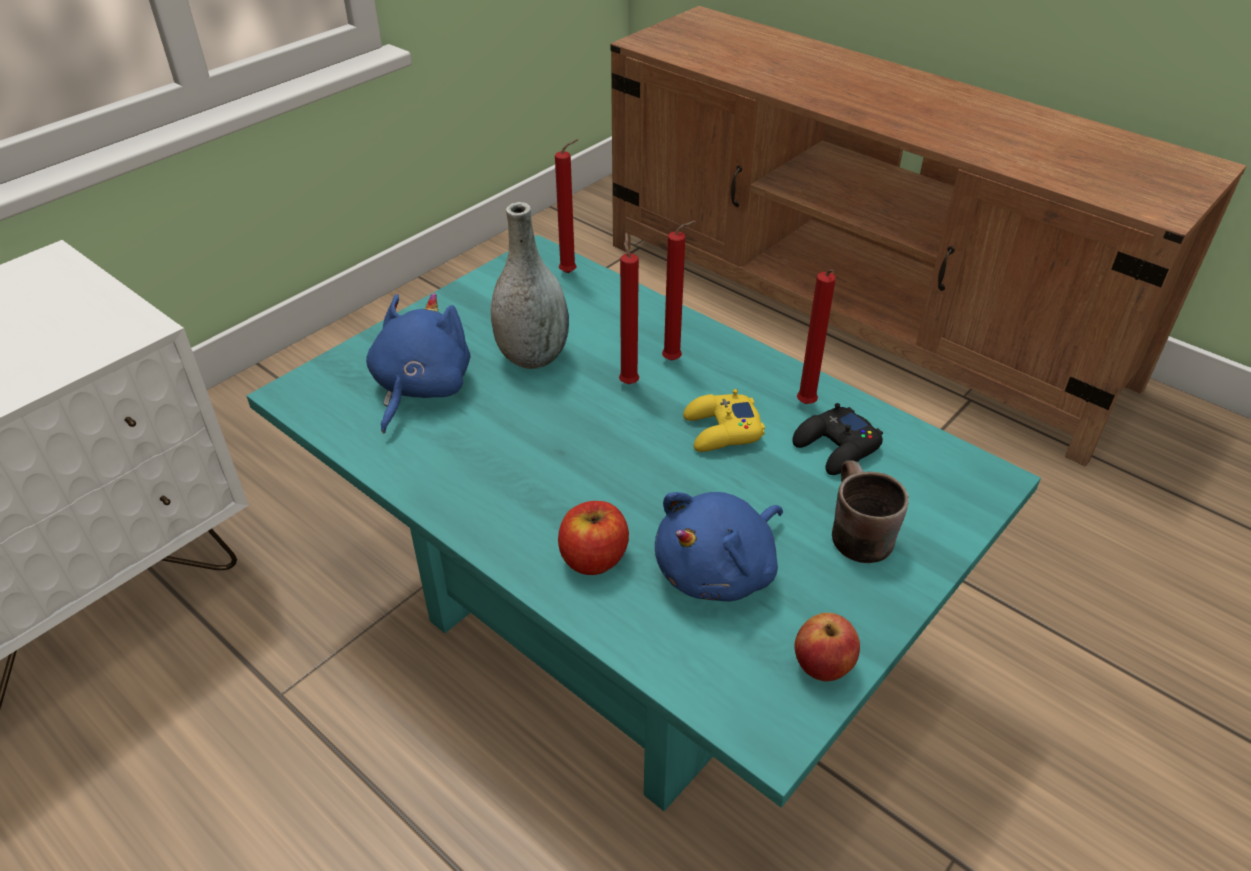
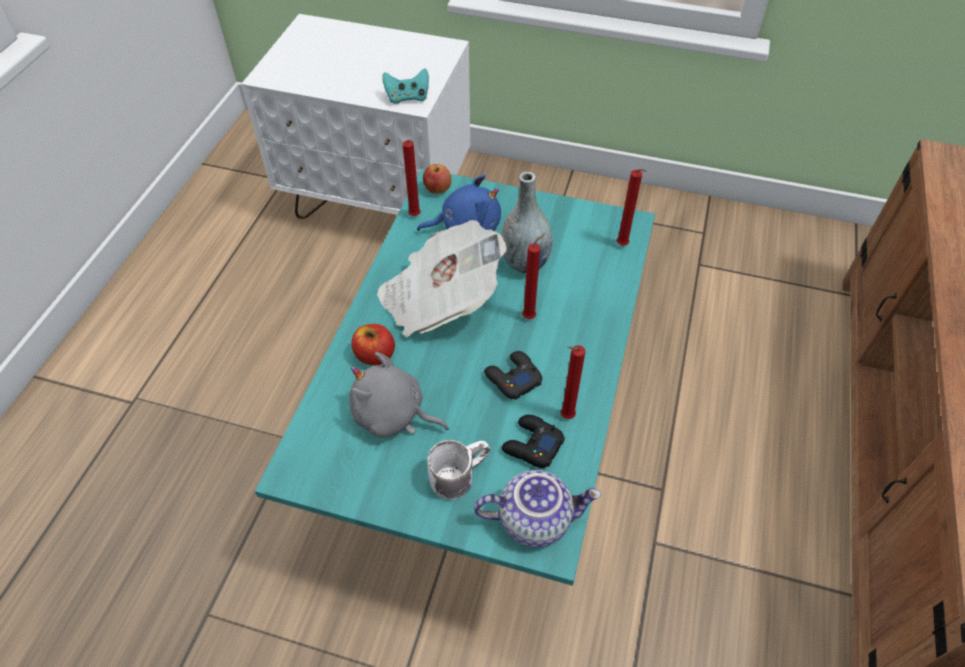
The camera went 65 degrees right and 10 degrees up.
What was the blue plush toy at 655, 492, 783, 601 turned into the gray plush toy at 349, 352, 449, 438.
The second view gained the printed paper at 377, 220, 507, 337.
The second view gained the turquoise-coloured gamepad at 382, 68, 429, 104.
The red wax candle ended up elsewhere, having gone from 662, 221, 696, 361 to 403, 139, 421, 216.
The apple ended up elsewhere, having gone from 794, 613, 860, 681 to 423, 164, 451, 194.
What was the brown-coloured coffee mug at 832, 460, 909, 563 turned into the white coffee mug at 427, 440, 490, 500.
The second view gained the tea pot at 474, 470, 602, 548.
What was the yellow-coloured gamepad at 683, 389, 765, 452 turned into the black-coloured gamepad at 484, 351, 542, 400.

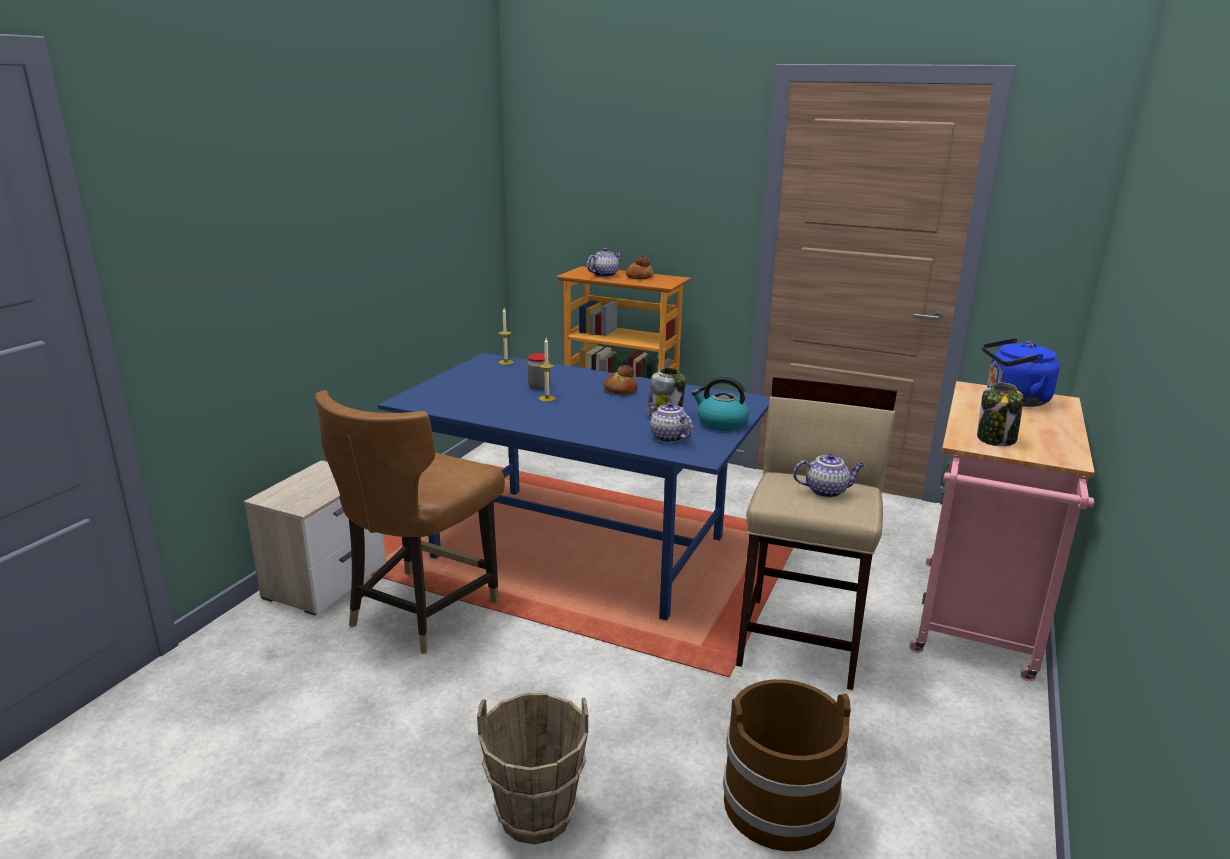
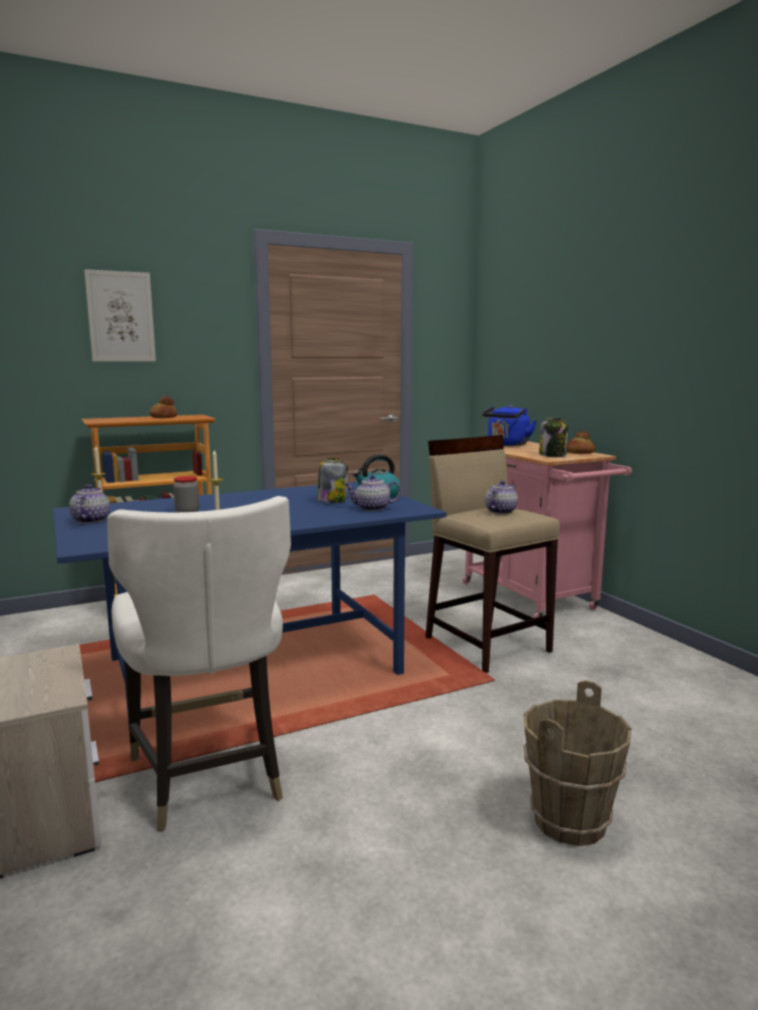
The camera went 50 degrees left and 10 degrees down.
The tea pot ended up elsewhere, having gone from 587, 248, 622, 277 to 69, 484, 110, 523.
The second view gained the wall picture at 84, 269, 156, 362.
What was the brown-coloured plain chair at 315, 390, 505, 654 turned into the white plain chair at 107, 496, 291, 831.
The baked bread ended up elsewhere, having gone from 604, 365, 638, 395 to 567, 431, 595, 454.
The second view lost the brown-coloured bucket at 723, 679, 851, 851.

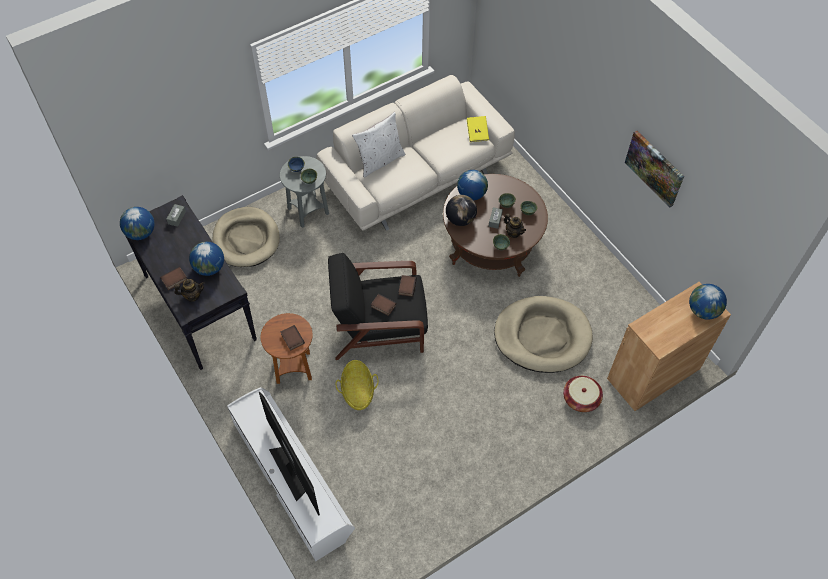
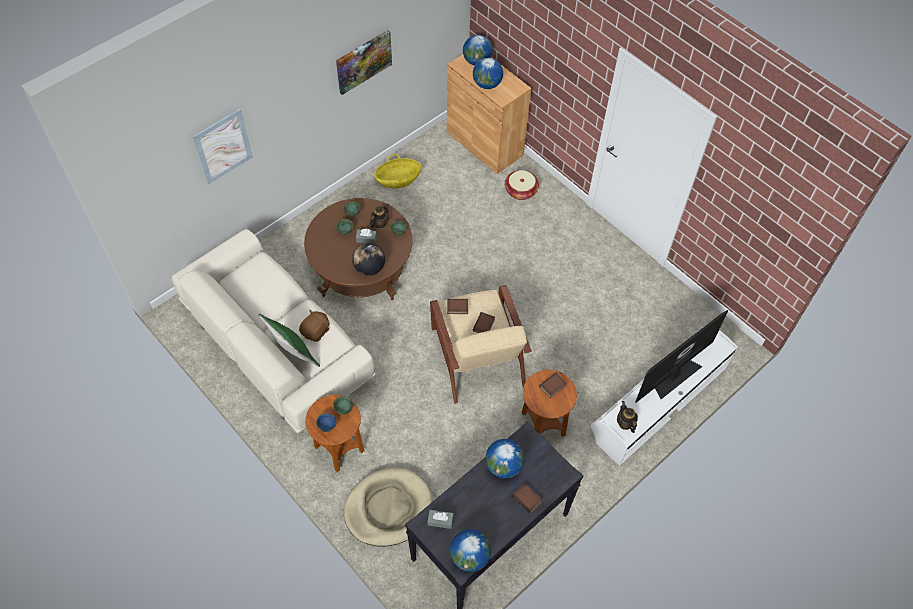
The camera went 100 degrees left and 0 degrees up.
The second view gained the wall picture at 193, 109, 253, 184.
What was the white throw pillow at 352, 112, 406, 178 turned into the greenish throw pillow at 258, 314, 320, 367.
The second view gained the brown-coloured plush toy at 299, 310, 330, 342.
What was the gray accent table at 280, 156, 329, 228 turned into the brown-coloured accent table at 305, 395, 365, 472.
The basket ended up elsewhere, having gone from 336, 360, 378, 410 to 374, 154, 421, 189.
What was the black-coloured lounge chair at 328, 253, 428, 360 turned into the beige lounge chair at 430, 285, 532, 404.
The globe ended up elsewhere, having gone from 457, 170, 488, 200 to 473, 58, 503, 89.
The tea pot ended up elsewhere, having gone from 175, 279, 205, 302 to 617, 401, 638, 433.
The second view lost the yellow-coloured bound book at 466, 116, 489, 142.
The second view lost the beige dog cushion at 494, 296, 593, 373.

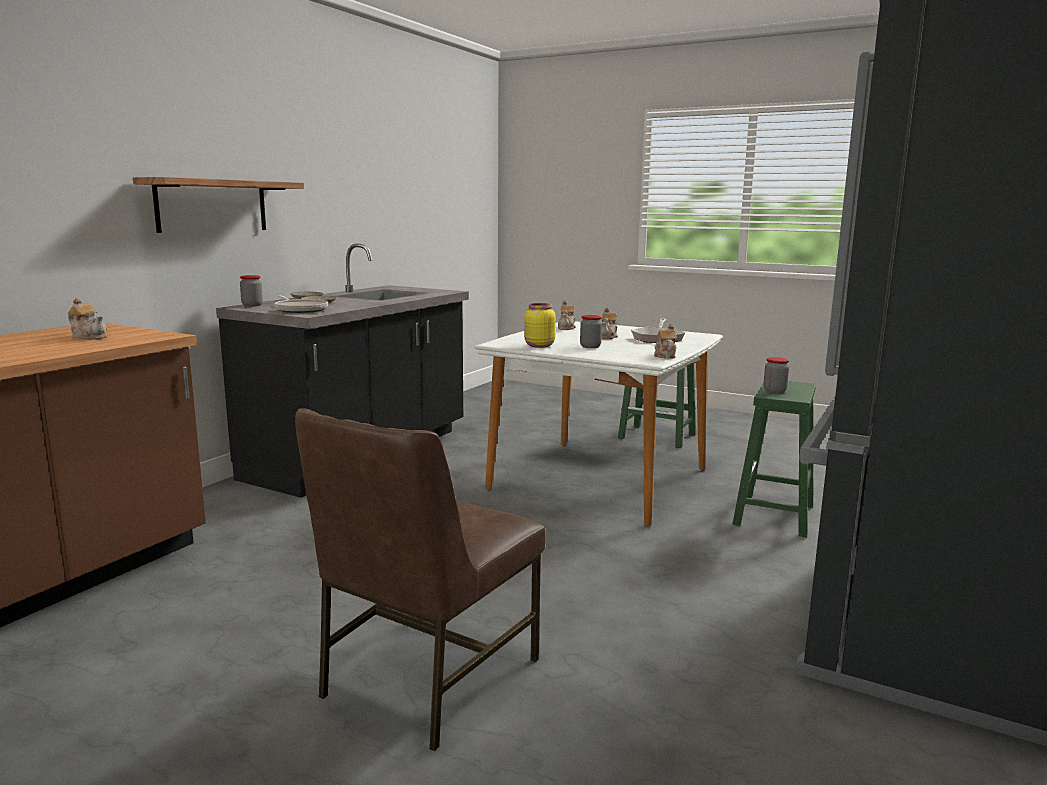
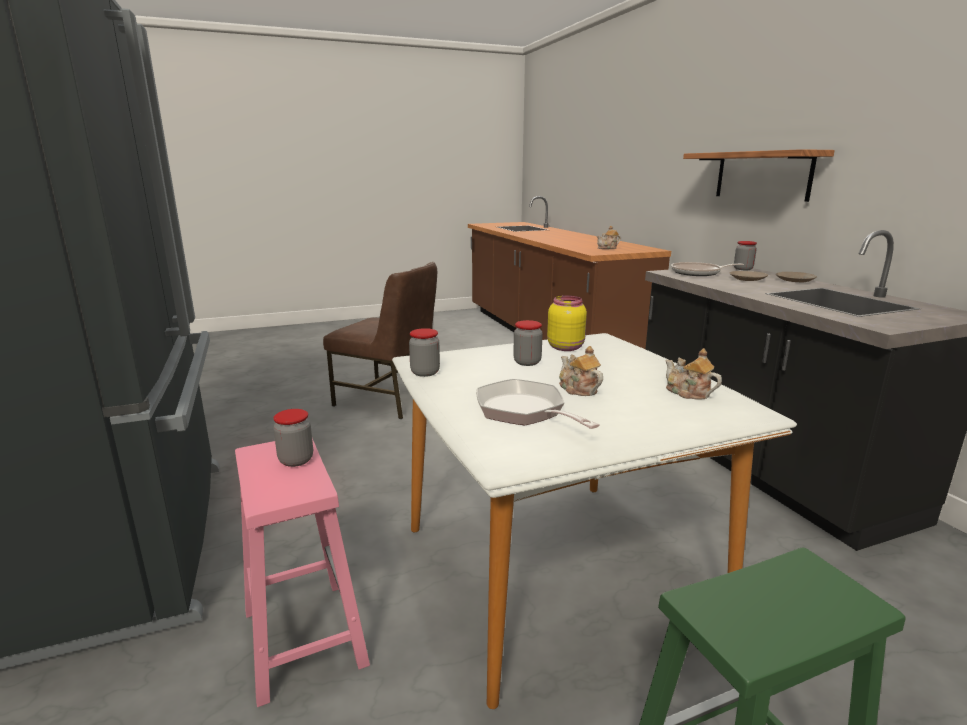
The camera went 130 degrees right and 5 degrees up.
What was the greenish stool at 732, 381, 816, 537 turned into the pink stool at 235, 438, 370, 707.
The brown-coloured plain chair at 295, 408, 546, 751 ended up facing another way, 135 degrees clockwise from before.
Where the tea pot stood at 654, 324, 677, 359, the storage jar came to stand at 409, 328, 440, 377.

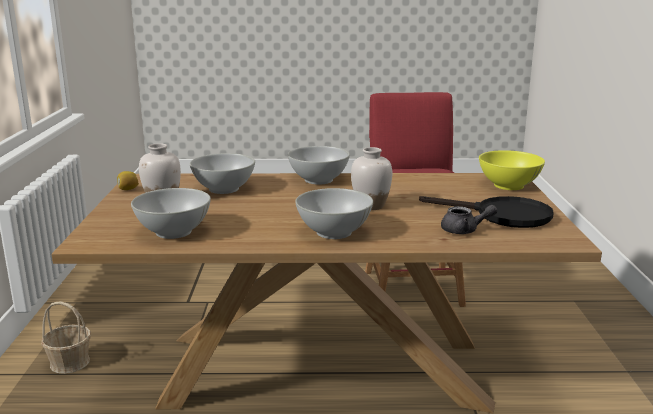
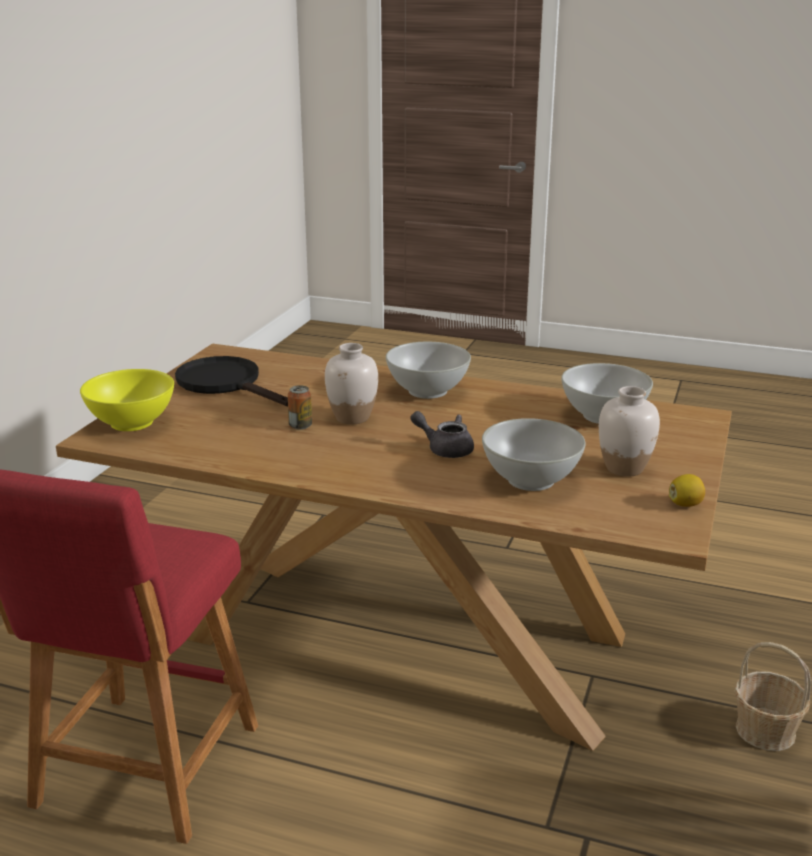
The camera went 160 degrees left and 5 degrees up.
The second view gained the sealed can at 288, 385, 312, 430.
The gray tea pot ended up elsewhere, having gone from 441, 205, 498, 234 to 410, 411, 474, 458.
The second view lost the white serving bowl at 288, 146, 350, 185.

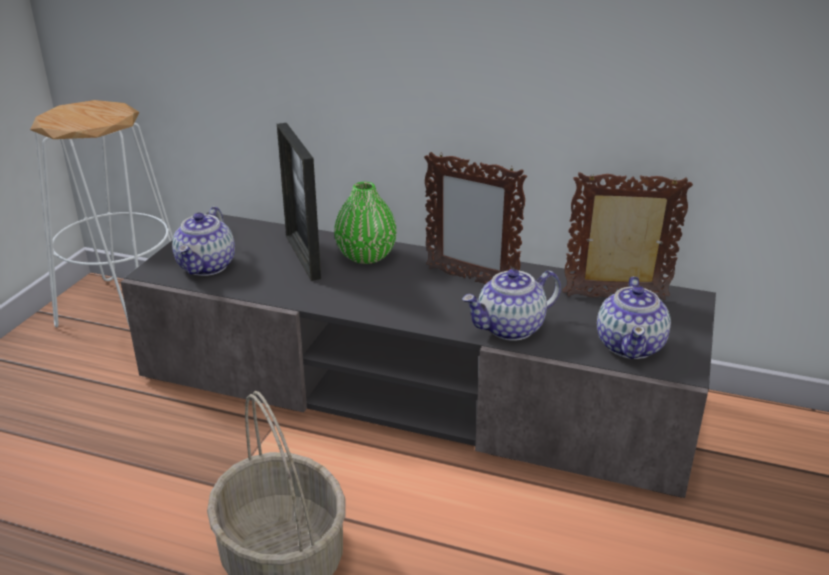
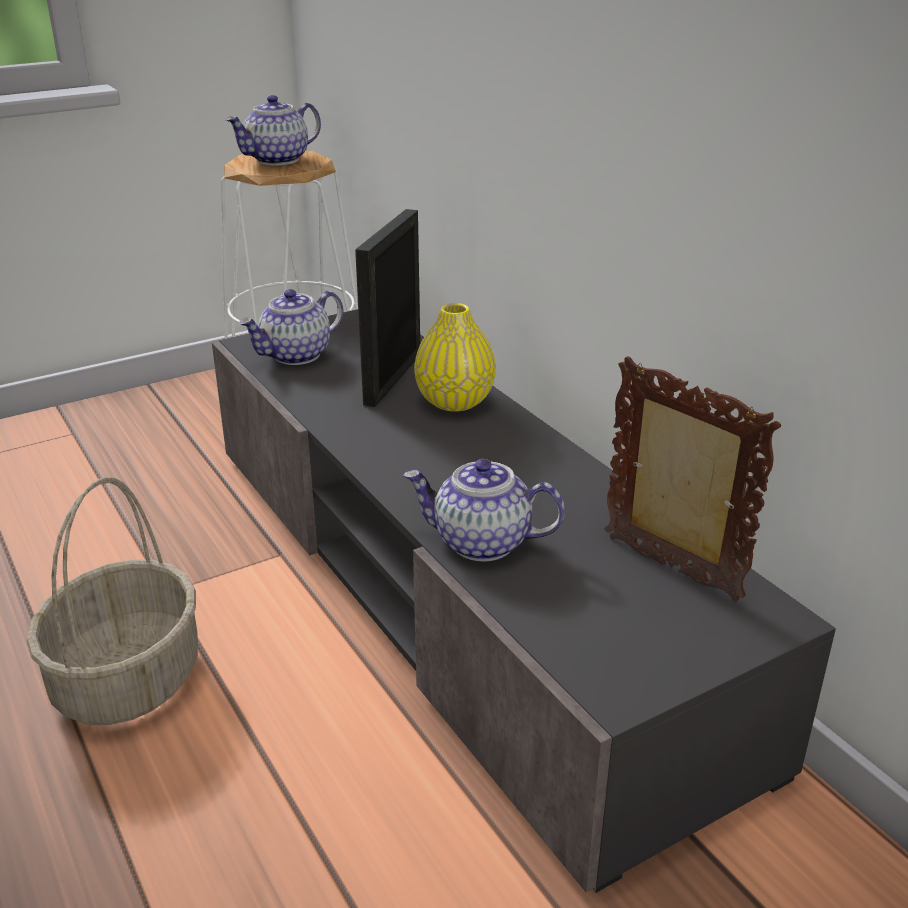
The camera went 40 degrees right and 0 degrees up.
The tea pot ended up elsewhere, having gone from 597, 276, 671, 359 to 225, 95, 321, 166.
What was the greenish vase at 334, 182, 397, 264 turned into the yellow-coloured vase at 414, 303, 496, 412.
The second view lost the picture frame at 424, 152, 527, 284.

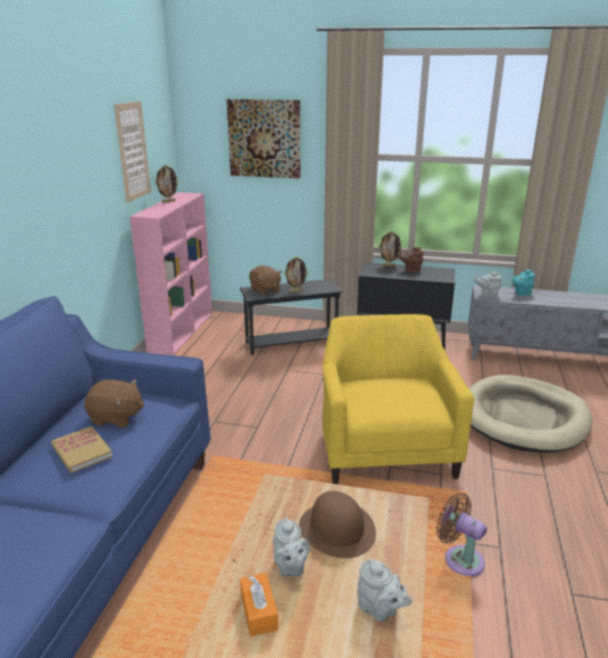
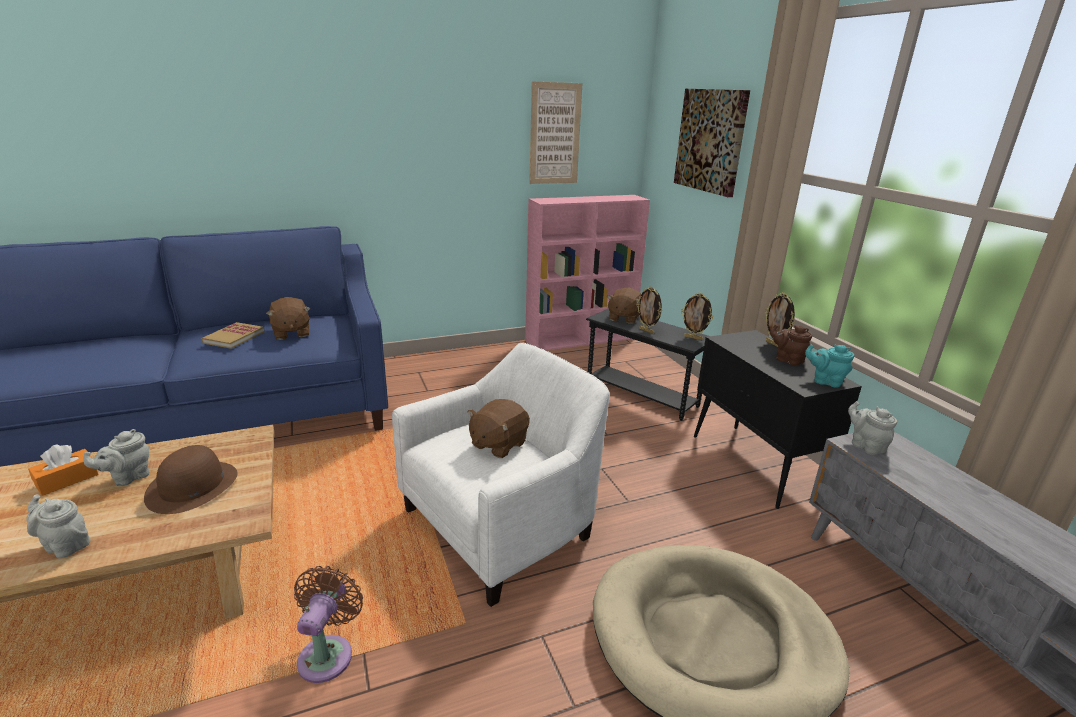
The camera went 55 degrees right and 0 degrees up.
The gray tea pot at 357, 559, 412, 622 ended up facing another way, 105 degrees clockwise from before.
What was the yellow-coloured lounge chair at 322, 314, 475, 484 turned into the white lounge chair at 392, 343, 610, 607.
The second view gained the brown-coloured plush toy at 468, 399, 530, 458.
The picture frame ended up elsewhere, having gone from 155, 165, 179, 203 to 681, 293, 713, 340.
The turquoise-coloured tea pot ended up elsewhere, having gone from 513, 269, 535, 296 to 805, 344, 854, 388.

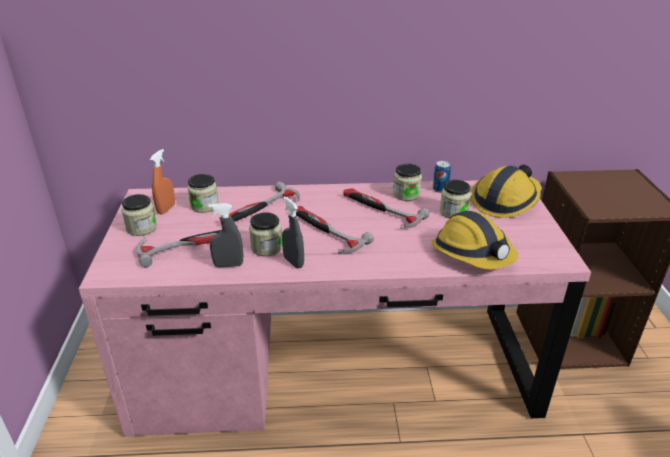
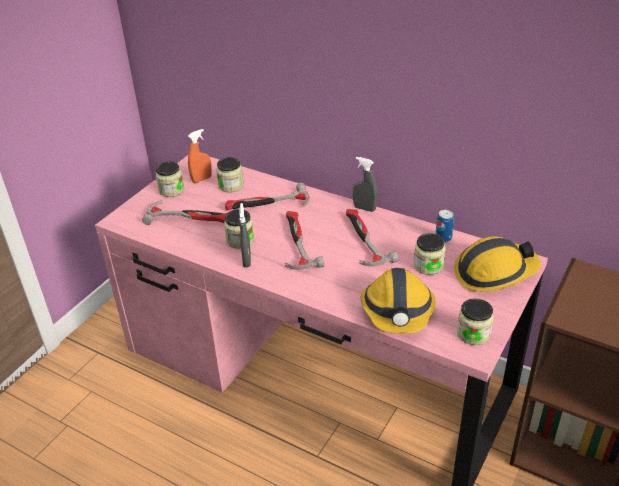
The camera went 35 degrees right and 5 degrees up.
The gray hand sprayer ended up elsewhere, having gone from 208, 203, 243, 268 to 353, 157, 378, 212.
The storage jar ended up elsewhere, having gone from 393, 164, 422, 201 to 457, 299, 494, 345.

